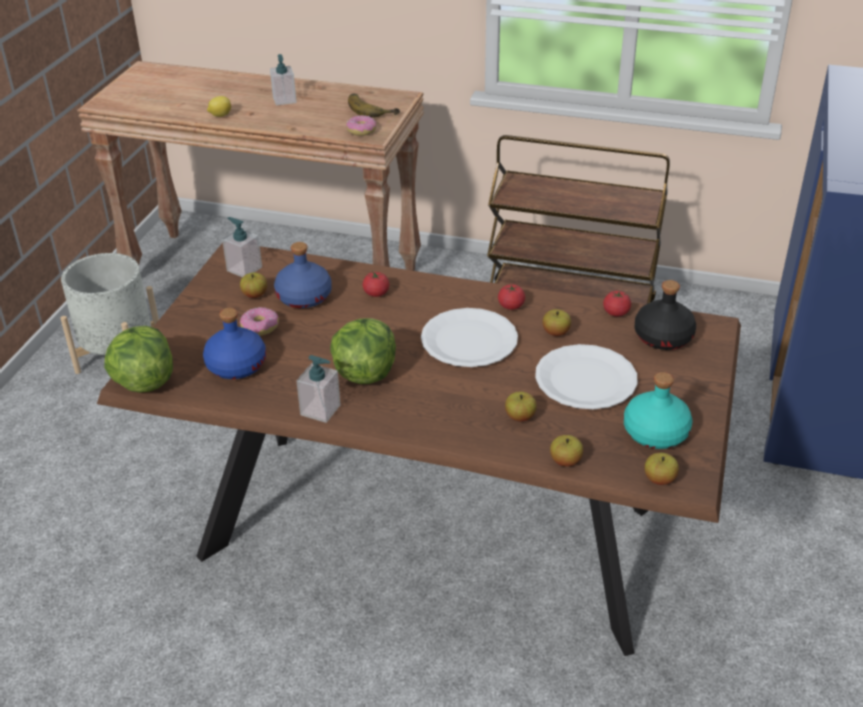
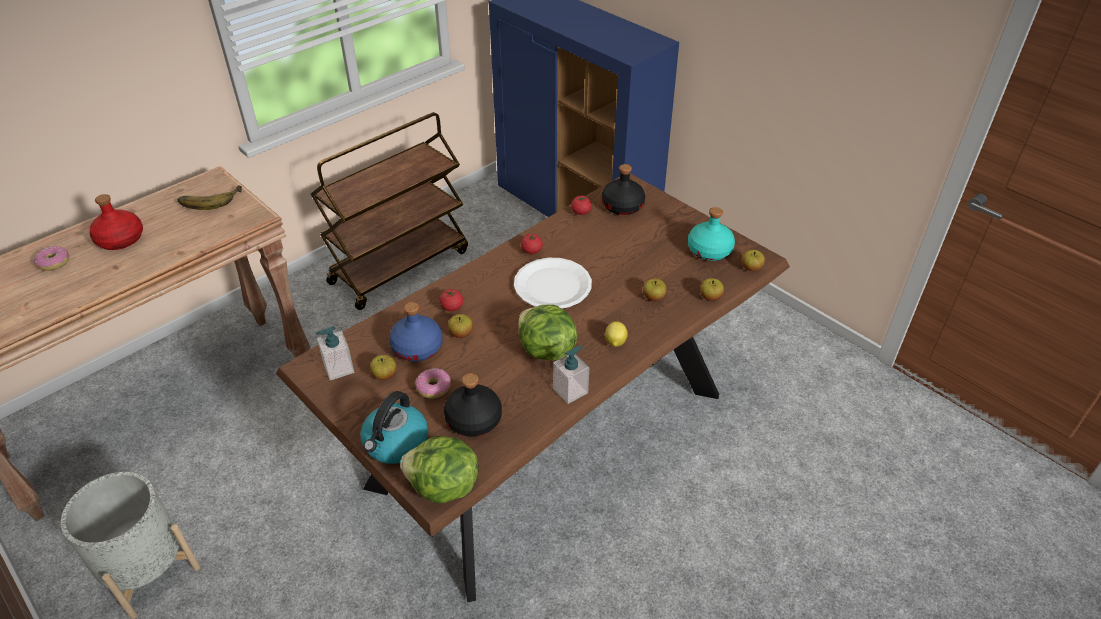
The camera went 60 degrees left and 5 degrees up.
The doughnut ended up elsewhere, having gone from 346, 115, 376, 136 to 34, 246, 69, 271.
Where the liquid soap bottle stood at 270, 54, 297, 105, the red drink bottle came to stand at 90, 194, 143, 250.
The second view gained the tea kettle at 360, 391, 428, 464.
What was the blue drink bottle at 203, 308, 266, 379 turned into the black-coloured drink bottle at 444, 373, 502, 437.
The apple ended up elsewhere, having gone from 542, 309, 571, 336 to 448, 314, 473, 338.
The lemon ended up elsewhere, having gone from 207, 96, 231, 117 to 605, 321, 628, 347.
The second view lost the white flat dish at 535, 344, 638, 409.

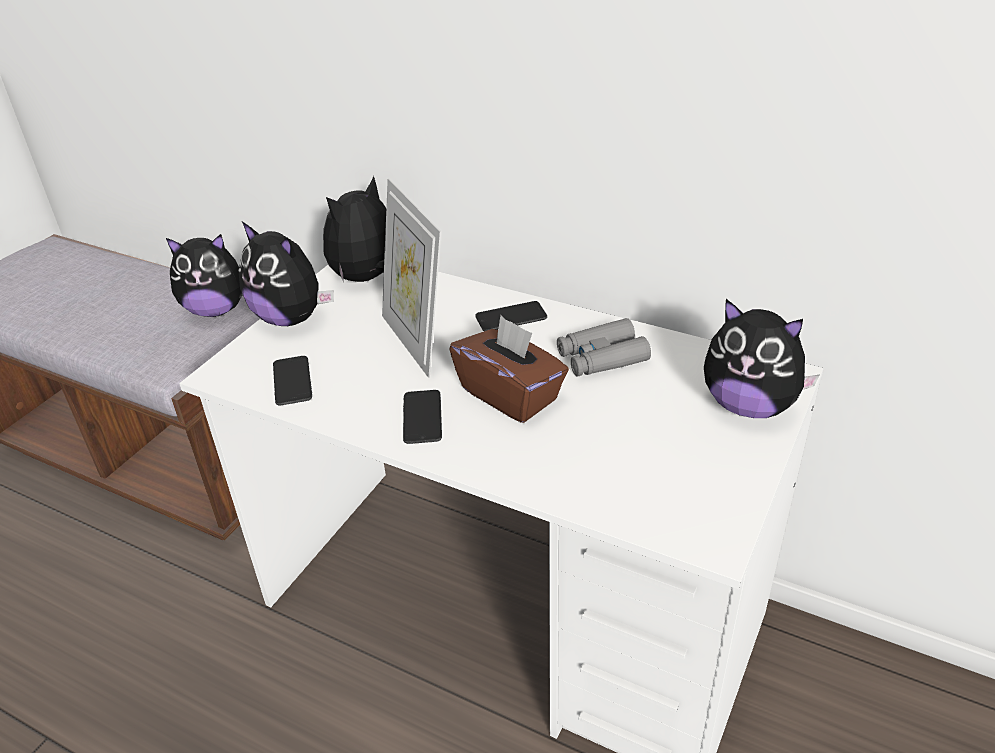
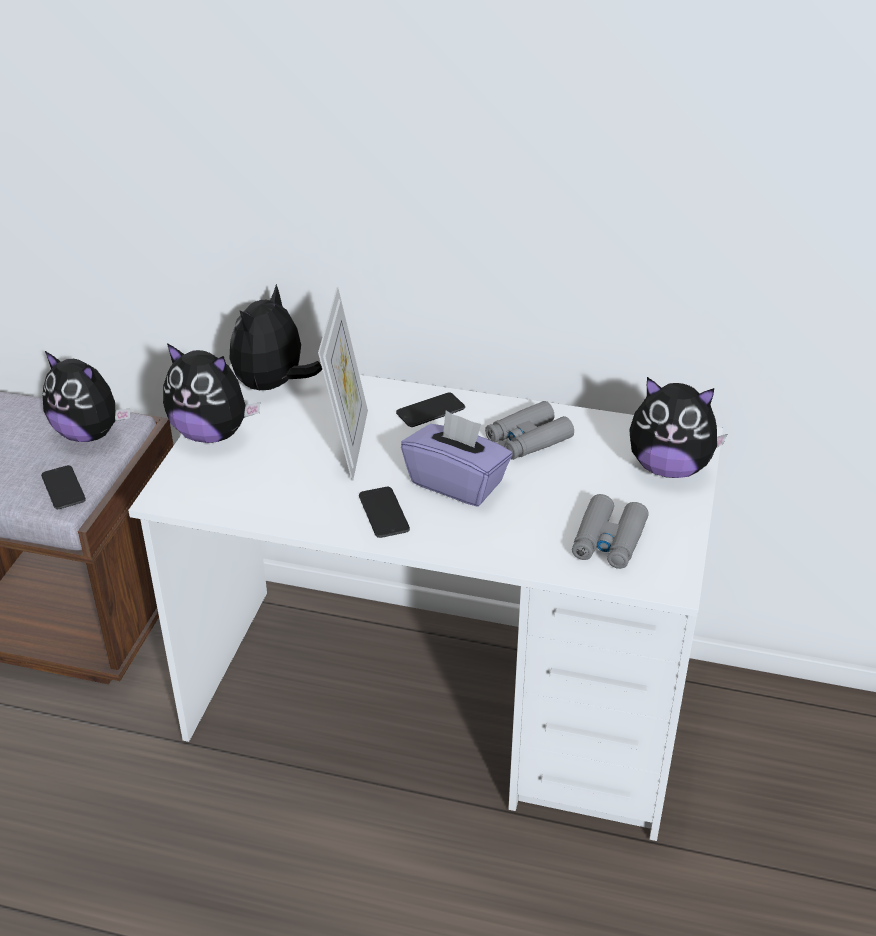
The camera went 15 degrees left and 0 degrees up.
The handset ended up elsewhere, having gone from 273, 356, 312, 405 to 41, 465, 86, 509.
The plush toy at 166, 234, 243, 317 ended up facing another way, 45 degrees clockwise from before.
The picture frame at 382, 178, 441, 378 ended up facing another way, 135 degrees counterclockwise from before.
What was the brown-coloured tissue box at 449, 315, 569, 423 turned into the purple tissue box at 401, 410, 512, 507.
The second view gained the gray field glasses at 572, 494, 649, 569.

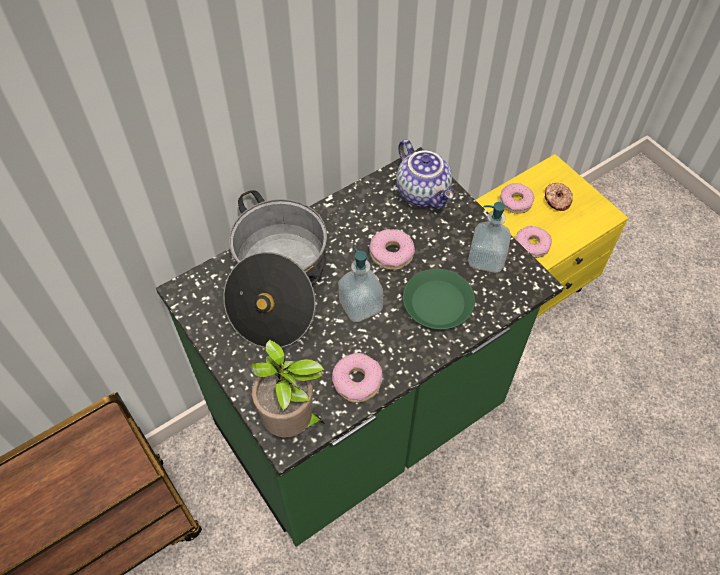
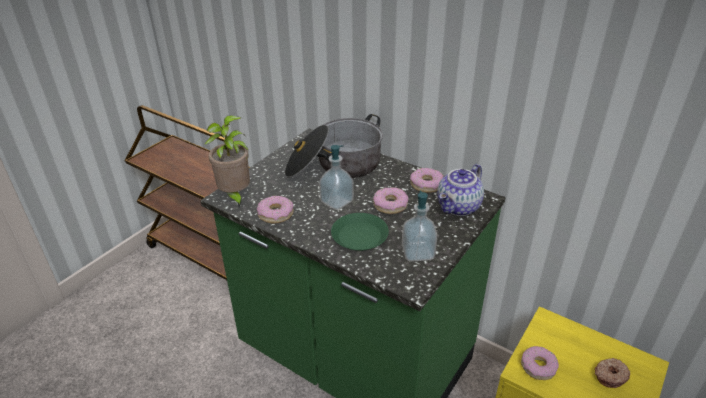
The camera went 70 degrees right and 20 degrees down.
The doughnut ended up elsewhere, having gone from 500, 183, 534, 214 to 410, 168, 444, 193.

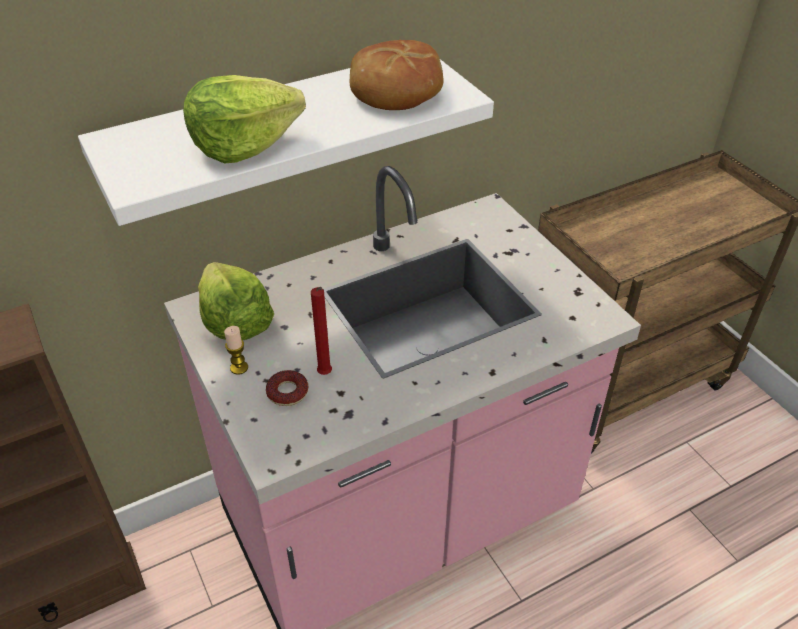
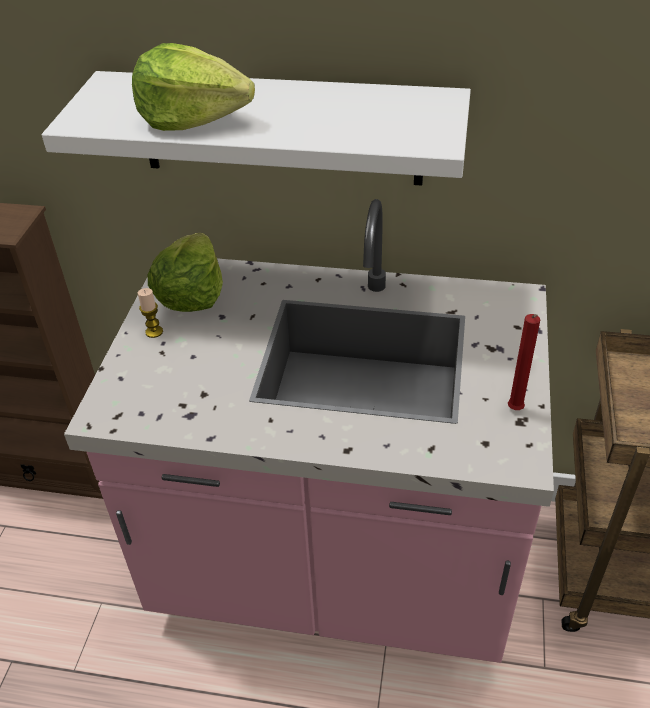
The camera went 40 degrees right and 0 degrees up.
The red wax candle ended up elsewhere, having gone from 311, 287, 332, 375 to 508, 314, 540, 410.
The second view lost the doughnut at 266, 370, 309, 406.
The second view lost the baked bread at 350, 40, 444, 110.

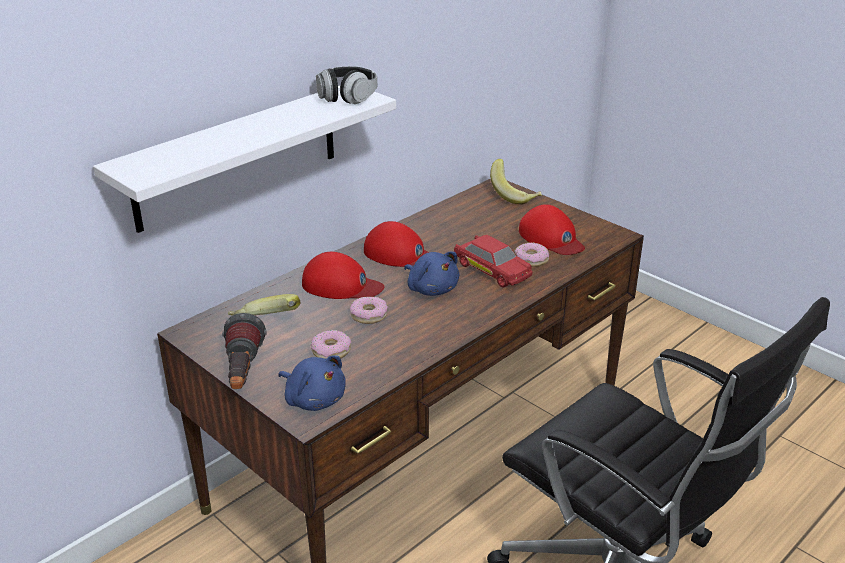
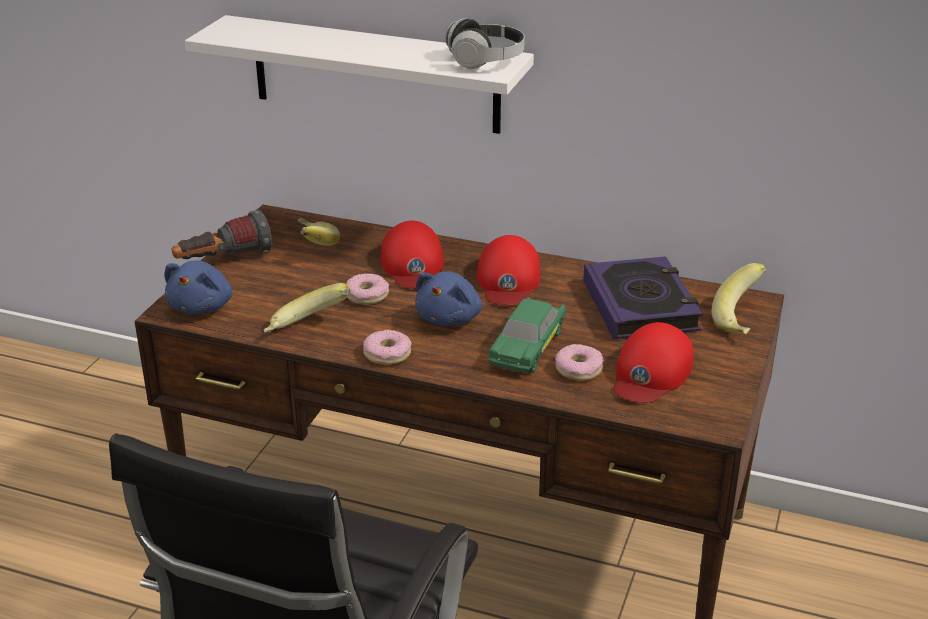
The camera went 65 degrees right and 0 degrees up.
The second view gained the whole banana at 263, 283, 350, 333.
The doughnut ended up elsewhere, having gone from 311, 330, 351, 359 to 363, 330, 412, 365.
What was the red toy car at 454, 235, 533, 288 turned into the greenish toy car at 488, 297, 566, 373.
The second view gained the bound book at 583, 256, 703, 339.

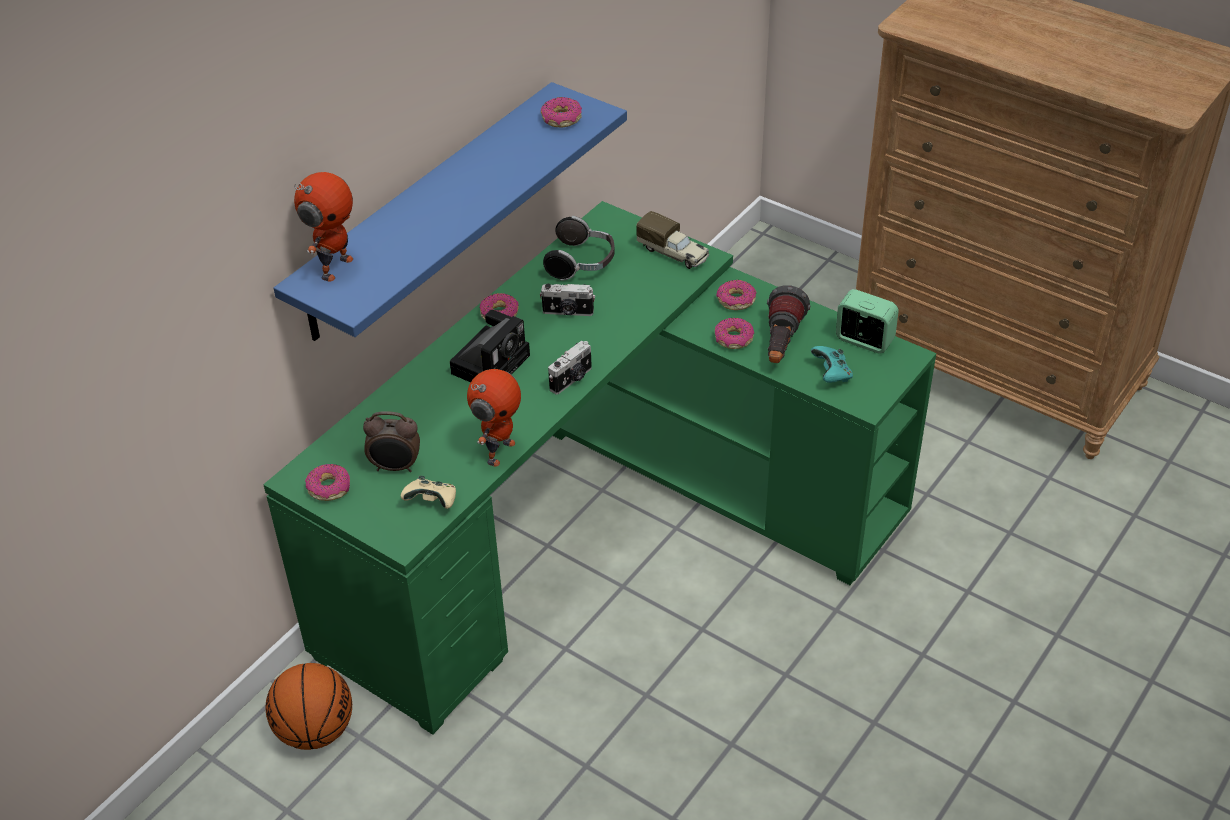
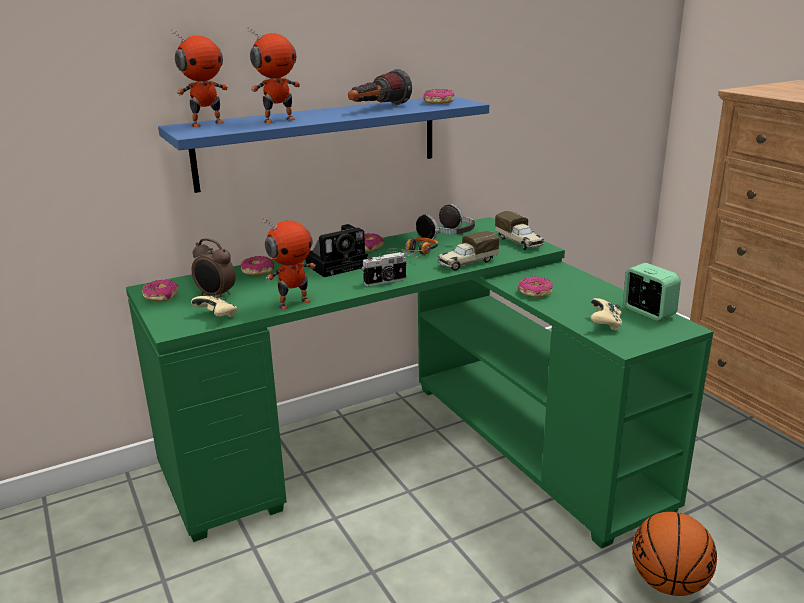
The camera went 25 degrees right and 20 degrees down.
The doughnut ended up elsewhere, having gone from 716, 280, 757, 310 to 241, 256, 274, 275.
The second view gained the toy robot at 247, 27, 300, 123.
The torch ended up elsewhere, having gone from 767, 285, 810, 363 to 348, 69, 412, 105.
Where the still camera stood at 540, 284, 595, 316, the pair of headphones came to stand at 386, 238, 438, 257.
The second view gained the model truck at 438, 231, 499, 270.
What was the turquoise-coloured gamepad at 811, 346, 853, 383 turned into the beige gamepad at 590, 298, 622, 331.
The ball for basketball ended up elsewhere, having gone from 265, 663, 352, 750 to 632, 512, 717, 596.

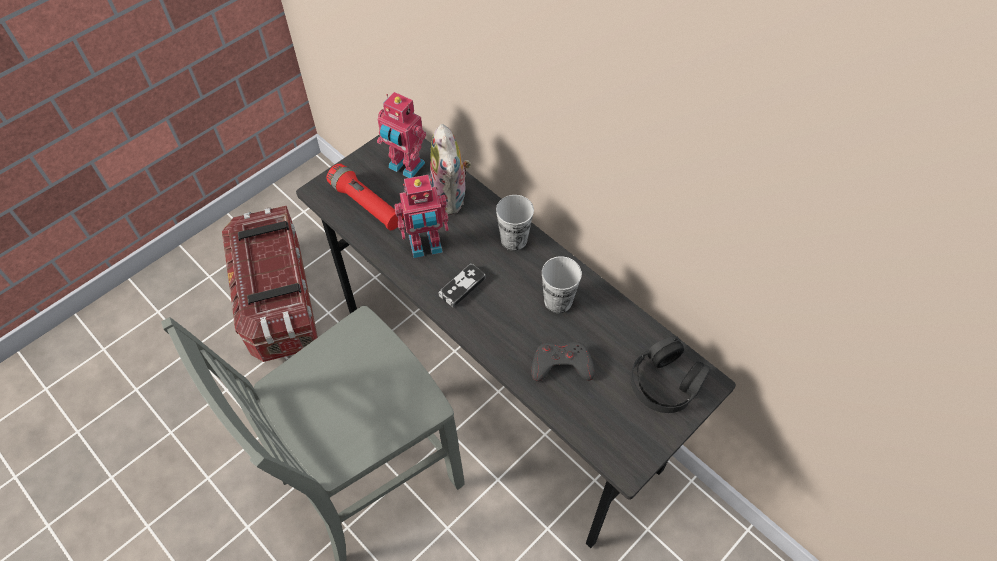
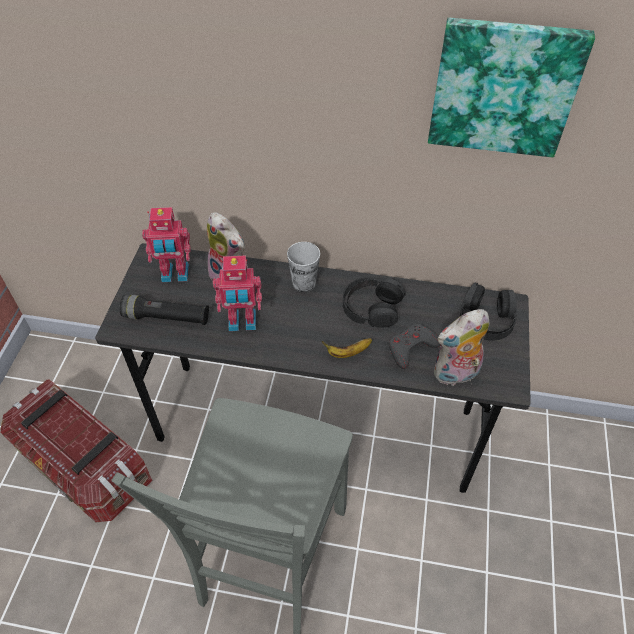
The camera went 35 degrees left and 5 degrees down.
What was the red torch at 327, 164, 404, 230 turned into the black-coloured torch at 120, 295, 209, 325.
The toy robot at 394, 175, 449, 258 ended up facing another way, 45 degrees clockwise from before.
The second view gained the whole banana at 322, 338, 372, 358.
Where the small cup stood at 542, 256, 582, 313, the black-coloured pair of headphones came to stand at 343, 277, 406, 328.
The second view gained the wall picture at 428, 18, 595, 157.
The second view gained the plush toy at 434, 309, 490, 386.
The second view lost the gamepad at 438, 263, 486, 308.

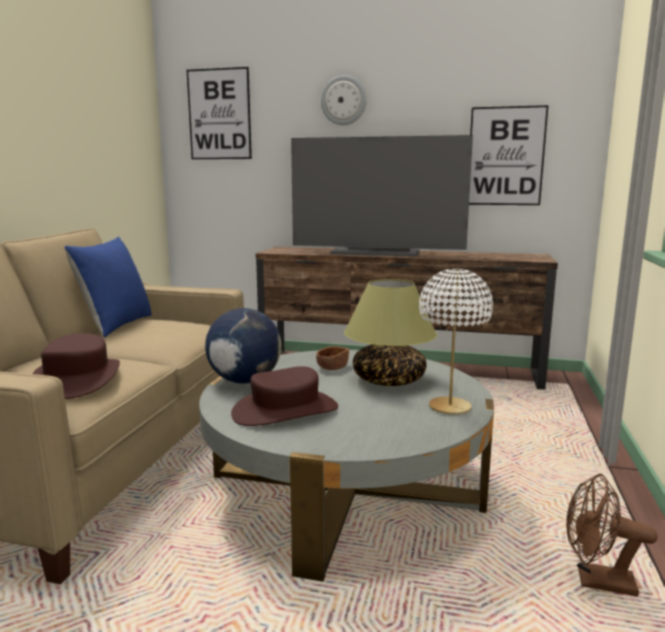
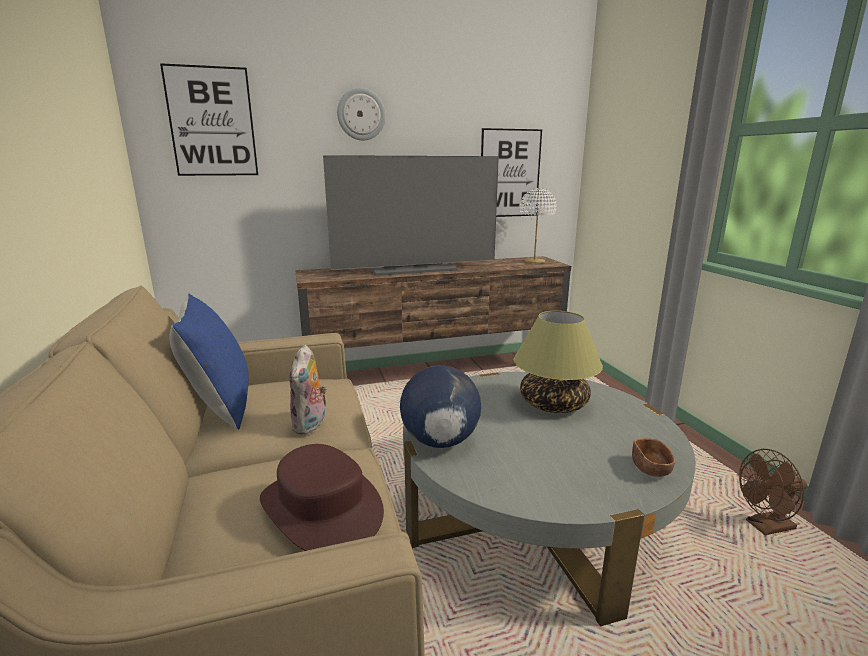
The camera went 30 degrees left and 5 degrees up.
The second view gained the plush toy at 289, 345, 327, 435.
The white lamp for a table ended up elsewhere, having gone from 419, 268, 493, 415 to 520, 188, 557, 263.
The brown-coloured serving bowl ended up elsewhere, having gone from 316, 346, 349, 370 to 632, 438, 675, 477.
The second view lost the brown-coloured clothing hat at 231, 366, 338, 426.

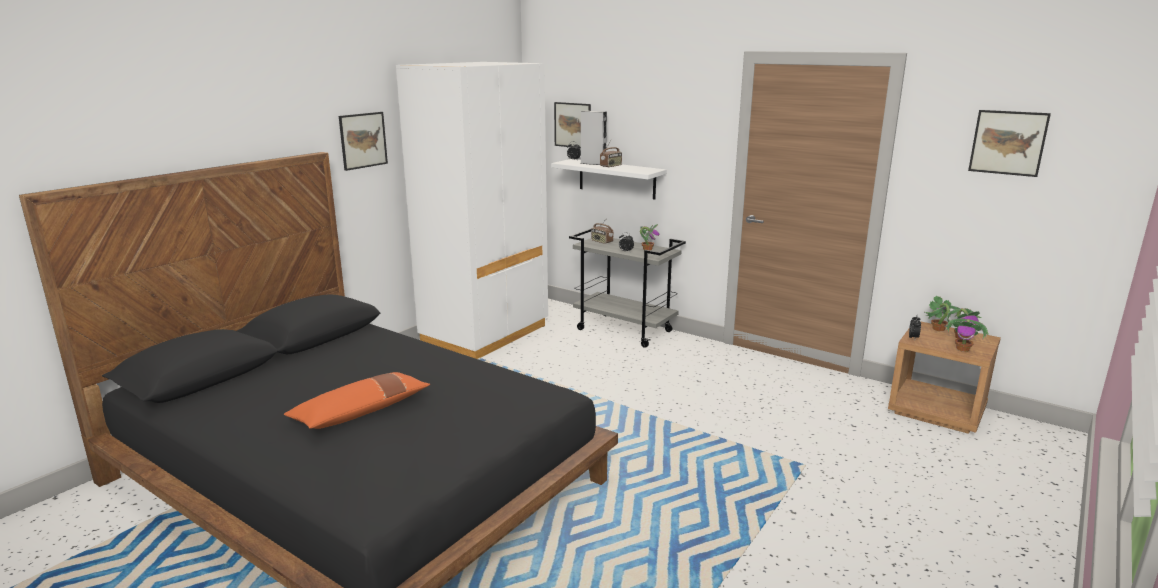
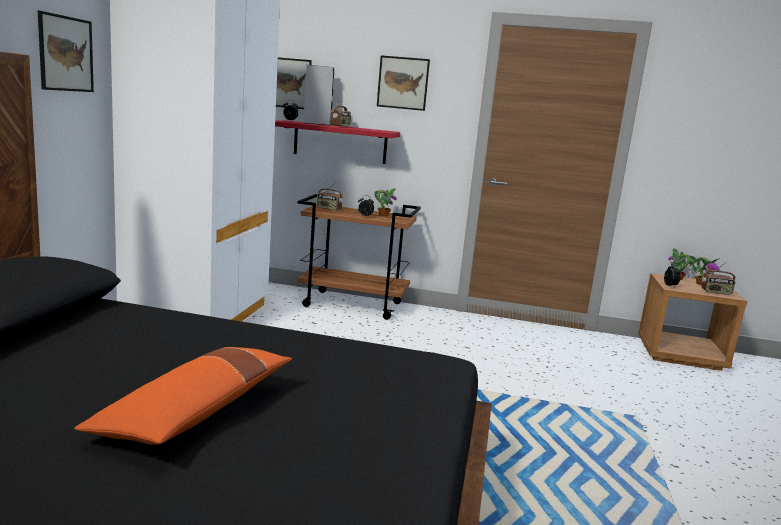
The camera went 25 degrees left and 5 degrees down.
What was the white bracket shelf at 551, 159, 667, 200 turned into the red bracket shelf at 275, 120, 400, 164.
What was the gray trolley at 569, 226, 686, 348 turned into the brown-coloured trolley at 297, 194, 421, 320.
The wall picture ended up elsewhere, having gone from 968, 110, 1051, 177 to 377, 55, 430, 111.
Where the houseplant stood at 945, 318, 989, 352, the radio came to stand at 701, 262, 736, 295.

